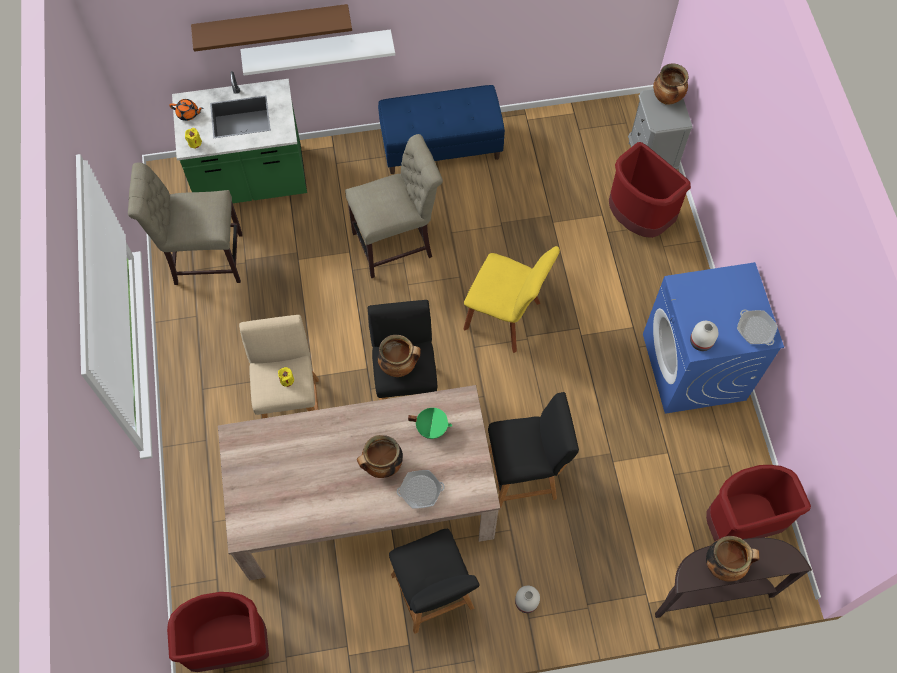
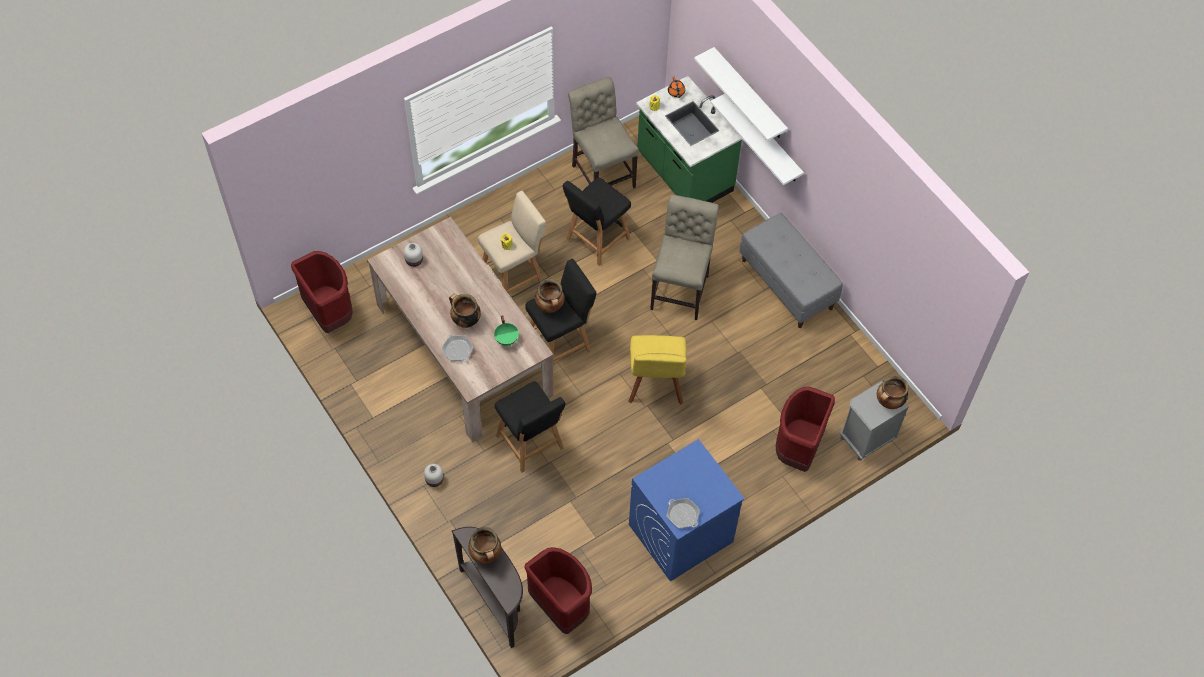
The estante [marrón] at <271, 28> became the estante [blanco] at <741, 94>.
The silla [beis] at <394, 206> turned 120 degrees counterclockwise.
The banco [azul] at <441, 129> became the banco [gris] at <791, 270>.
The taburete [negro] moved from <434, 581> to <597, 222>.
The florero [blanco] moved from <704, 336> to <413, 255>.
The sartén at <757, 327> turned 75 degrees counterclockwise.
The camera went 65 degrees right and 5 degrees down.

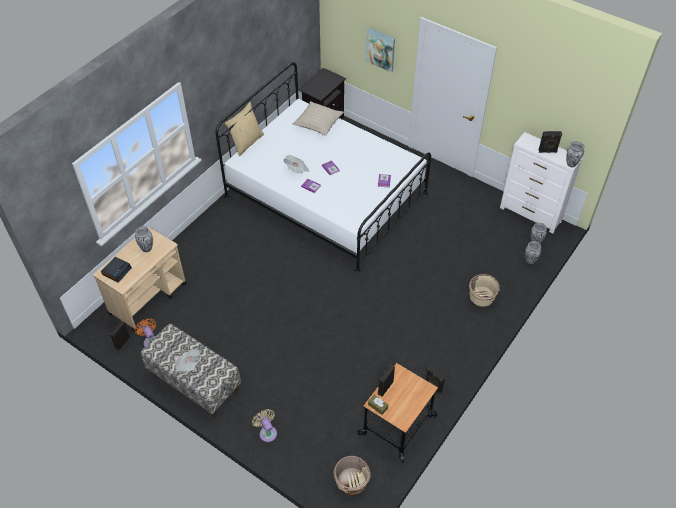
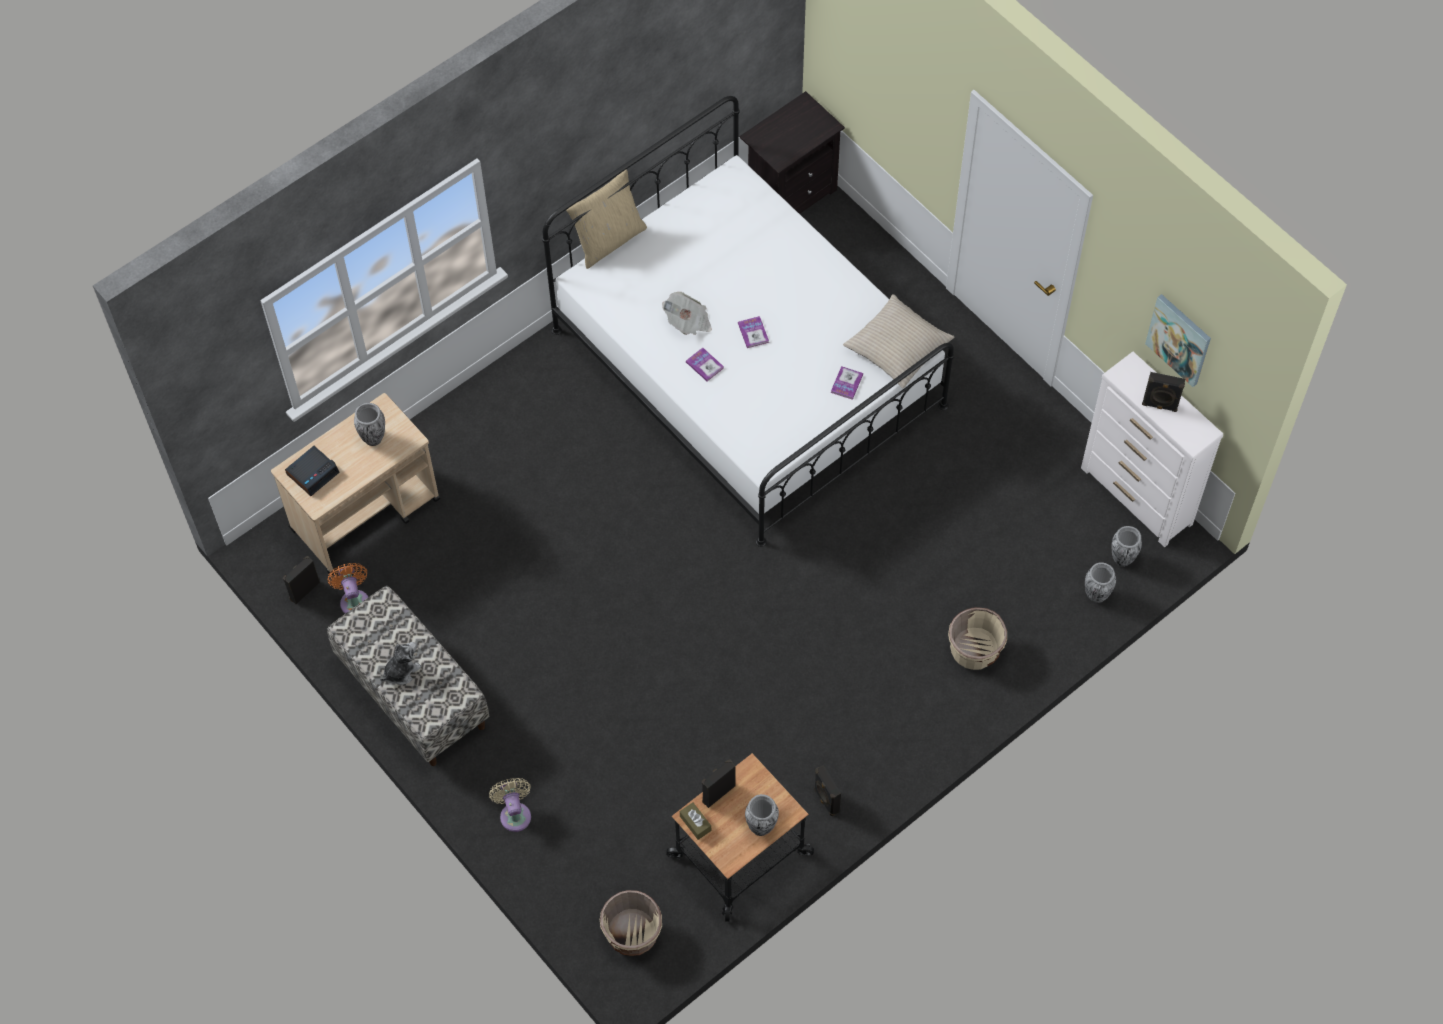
The periódico at <188, 361> was replaced by the peluche at <401, 663>.
The cojín [beis] moved from <318, 118> to <898, 341>.
The cuadro moved from <380, 50> to <1178, 340>.
The florero moved from <575, 154> to <762, 815>.
The camera went 15 degrees right and 10 degrees up.

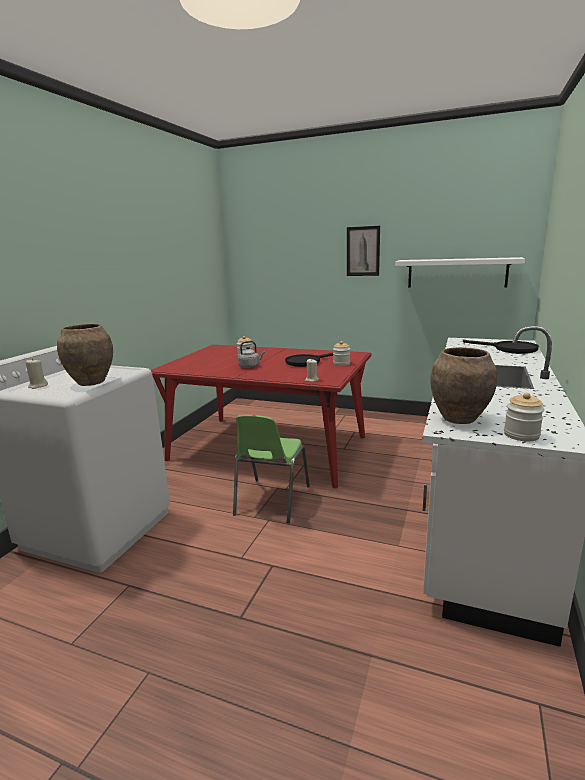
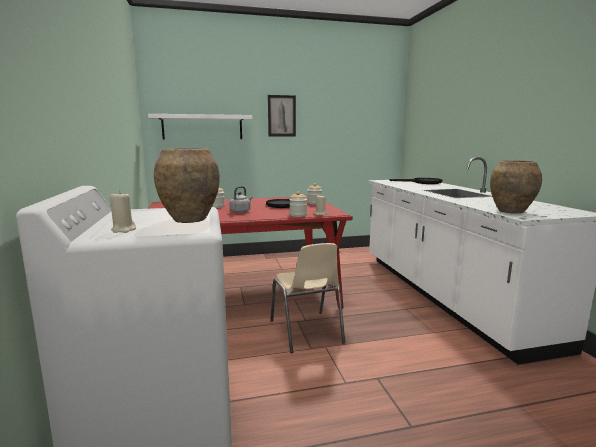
The silla [verde] at <271, 469> became the silla [beis] at <308, 298>.
The estante [blanco] moved from <460, 272> to <200, 126>.
The tarro moved from <524, 417> to <298, 204>.
The camera went 35 degrees left and 5 degrees down.

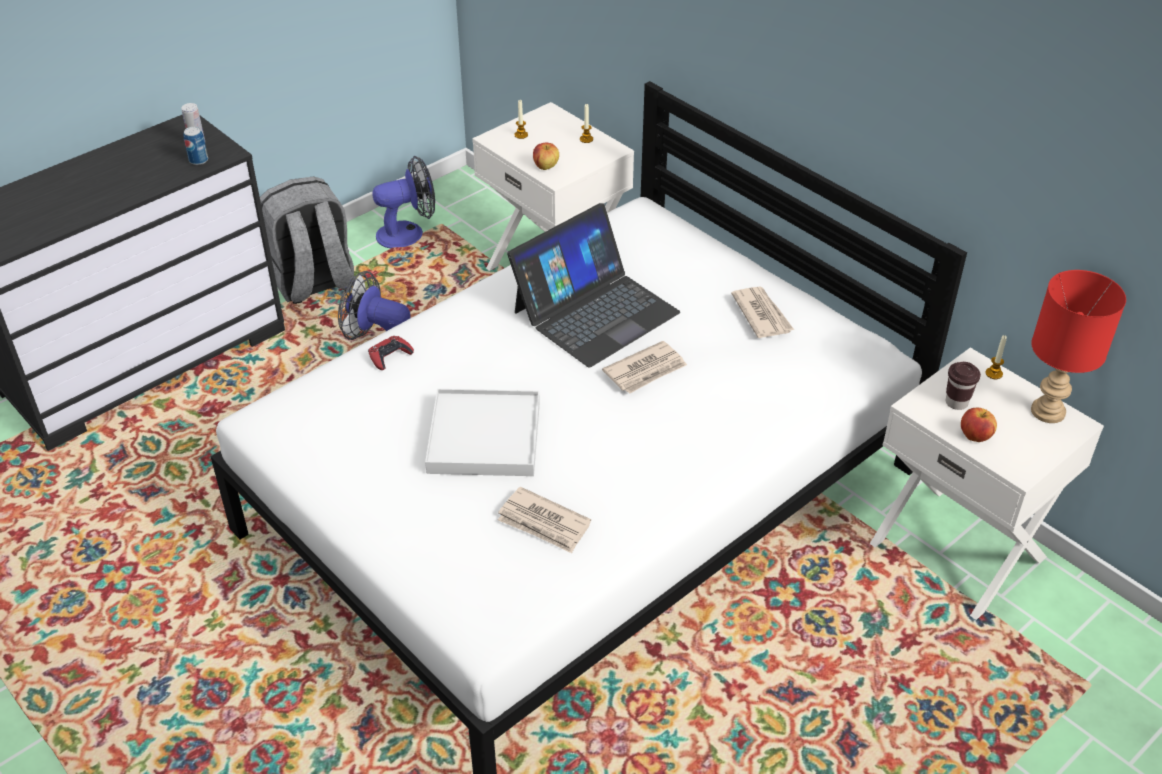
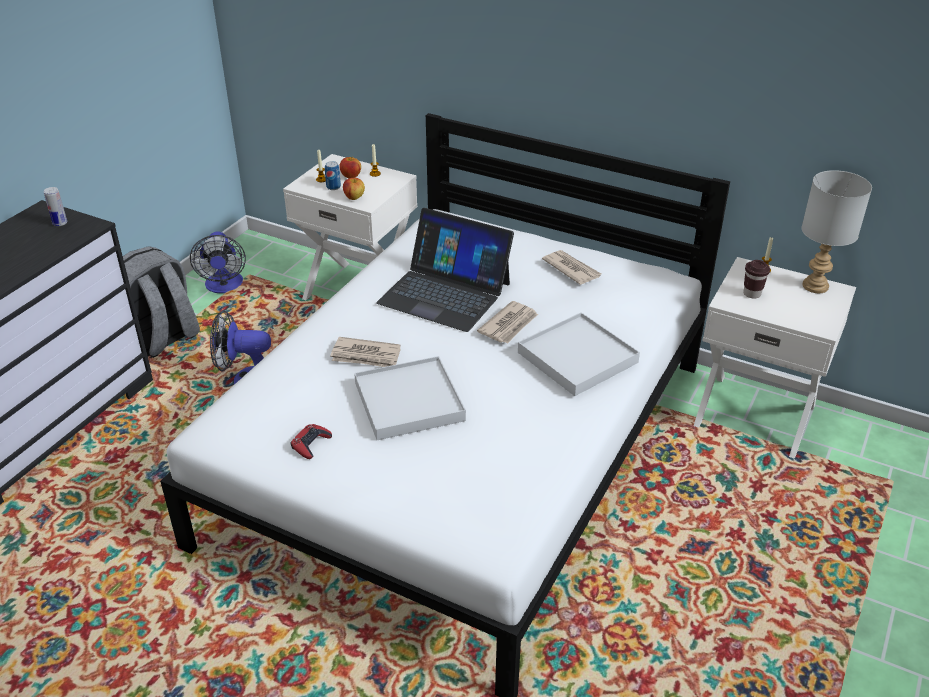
The lata moved from <195, 146> to <333, 175>.
The mando de consola [rojo] moved from <391, 353> to <311, 441>.
The ventilador at <403, 202> turned 120 degrees clockwise.
The periódico moved from <544, 520> to <365, 352>.
The portátil at <593, 285> turned 90 degrees clockwise.
The manzana moved from <979, 425> to <350, 167>.
The lámpara de mesa [rojo] at <1078, 346> became the lámpara de mesa [gris] at <836, 231>.
The bandeja [blanco] at <579, 354> appeared.
The camera went 20 degrees left and 5 degrees down.

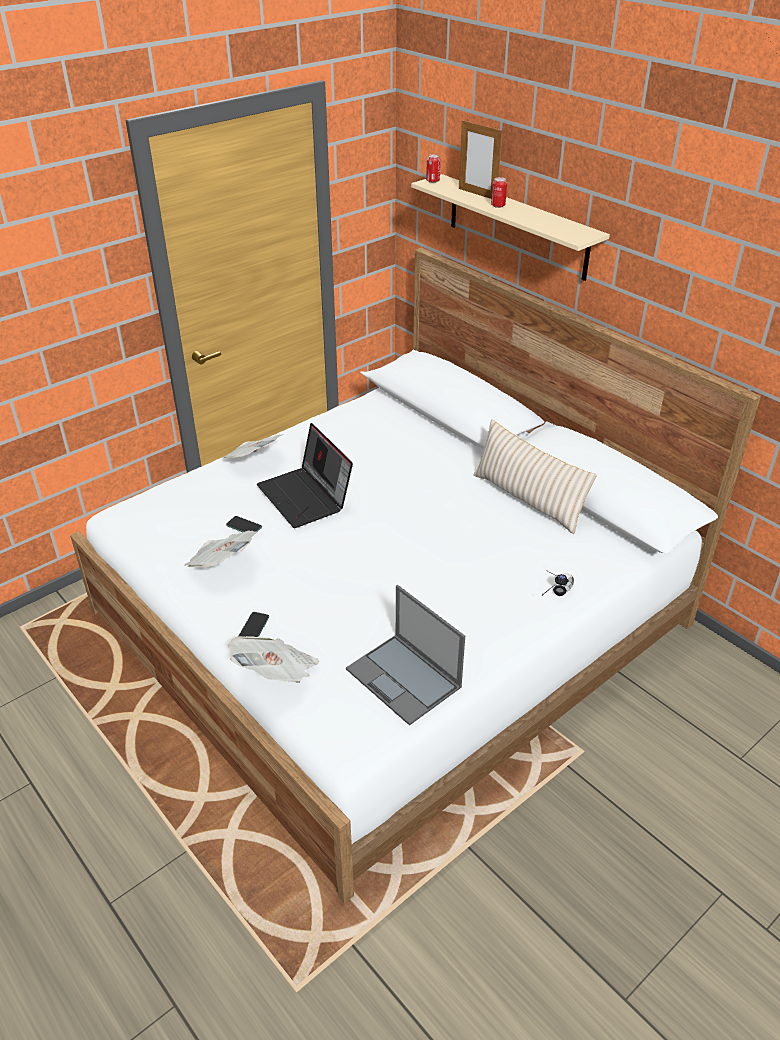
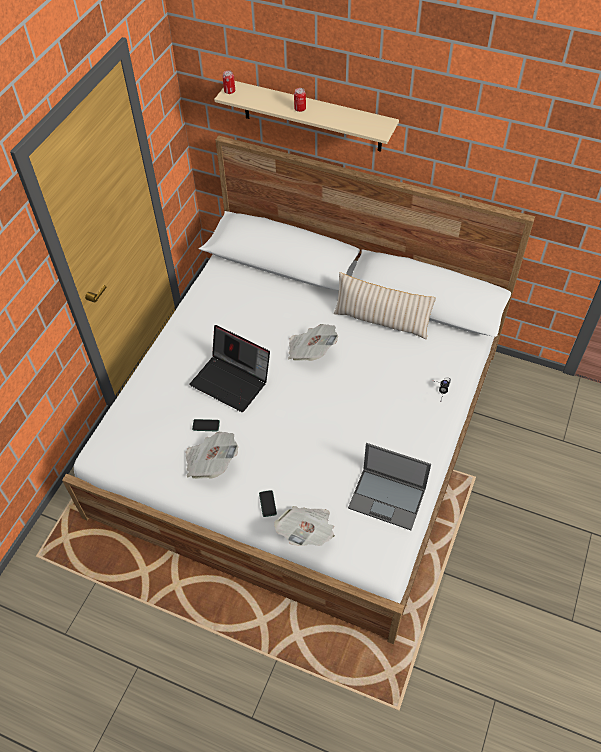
The periódico moved from <253, 446> to <313, 342>.
The portarretratos at <480, 159> disappeared.
The camera went 25 degrees left and 15 degrees up.

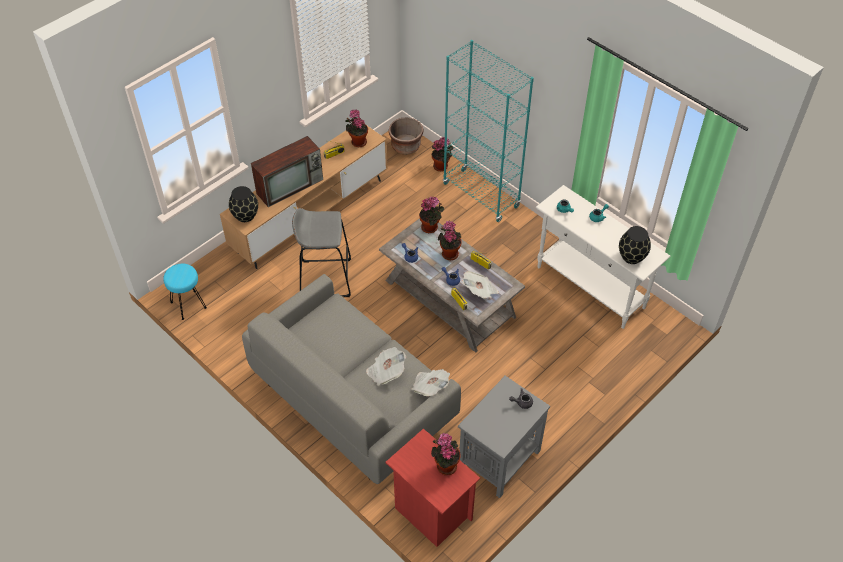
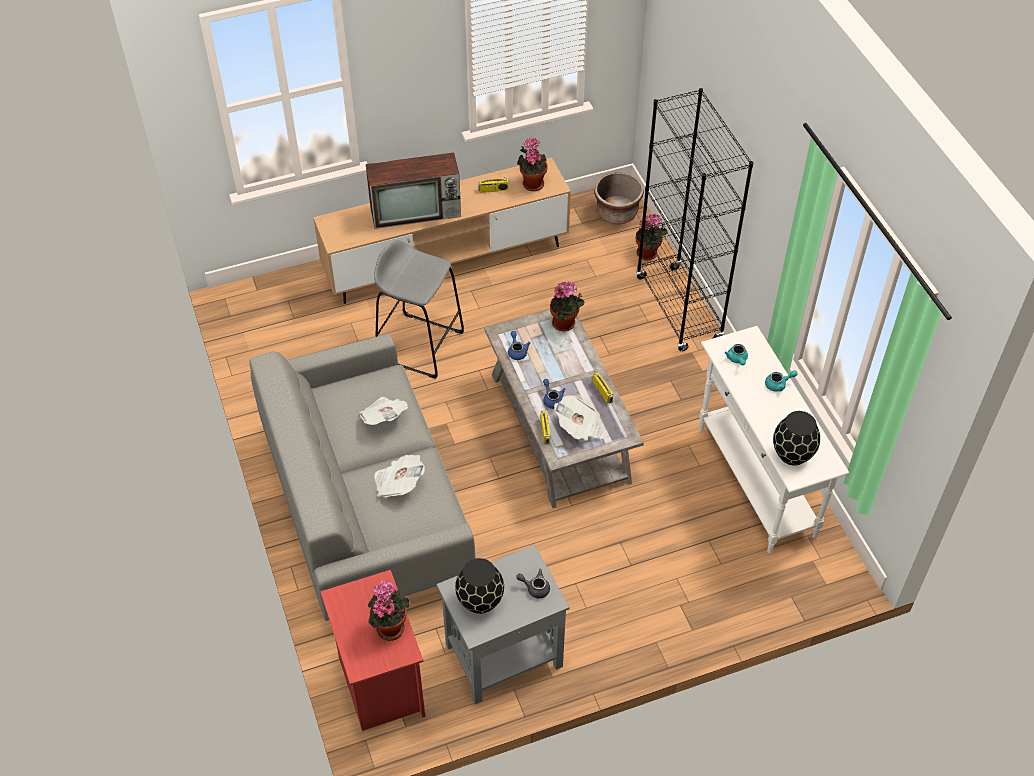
The taburete [turquesa] at <185, 292> disappeared.
The florero [negro] moved from <243, 204> to <479, 586>.
The periódico moved from <430, 382> to <383, 411>.
The planta en maceta at <450, 240> disappeared.
The estantería [turquesa] at <488, 131> became the estantería [negro] at <695, 220>.
The camera went 25 degrees right and 0 degrees up.

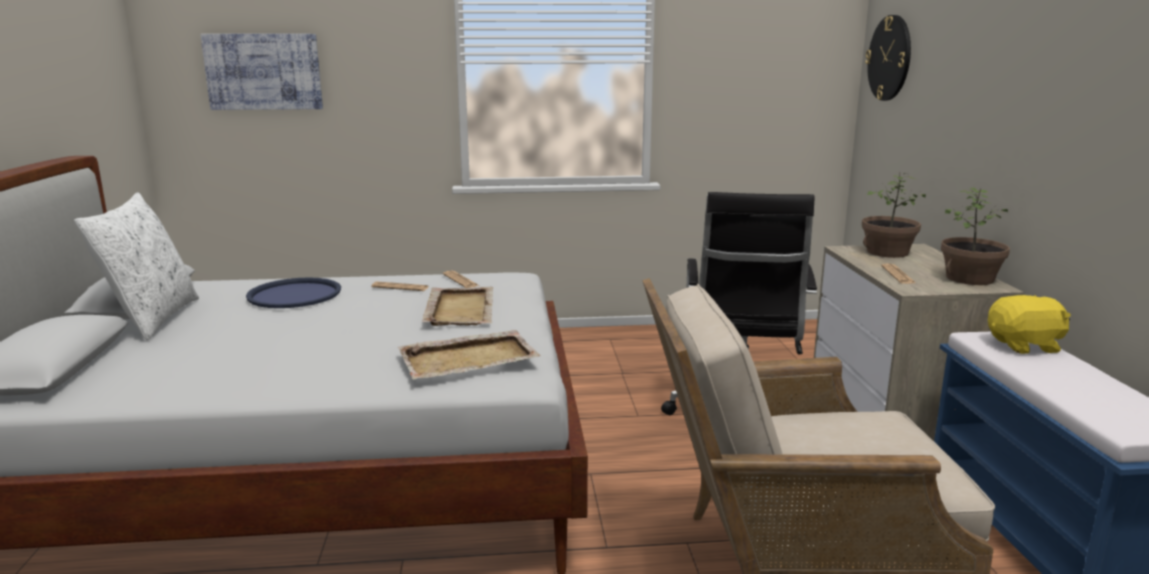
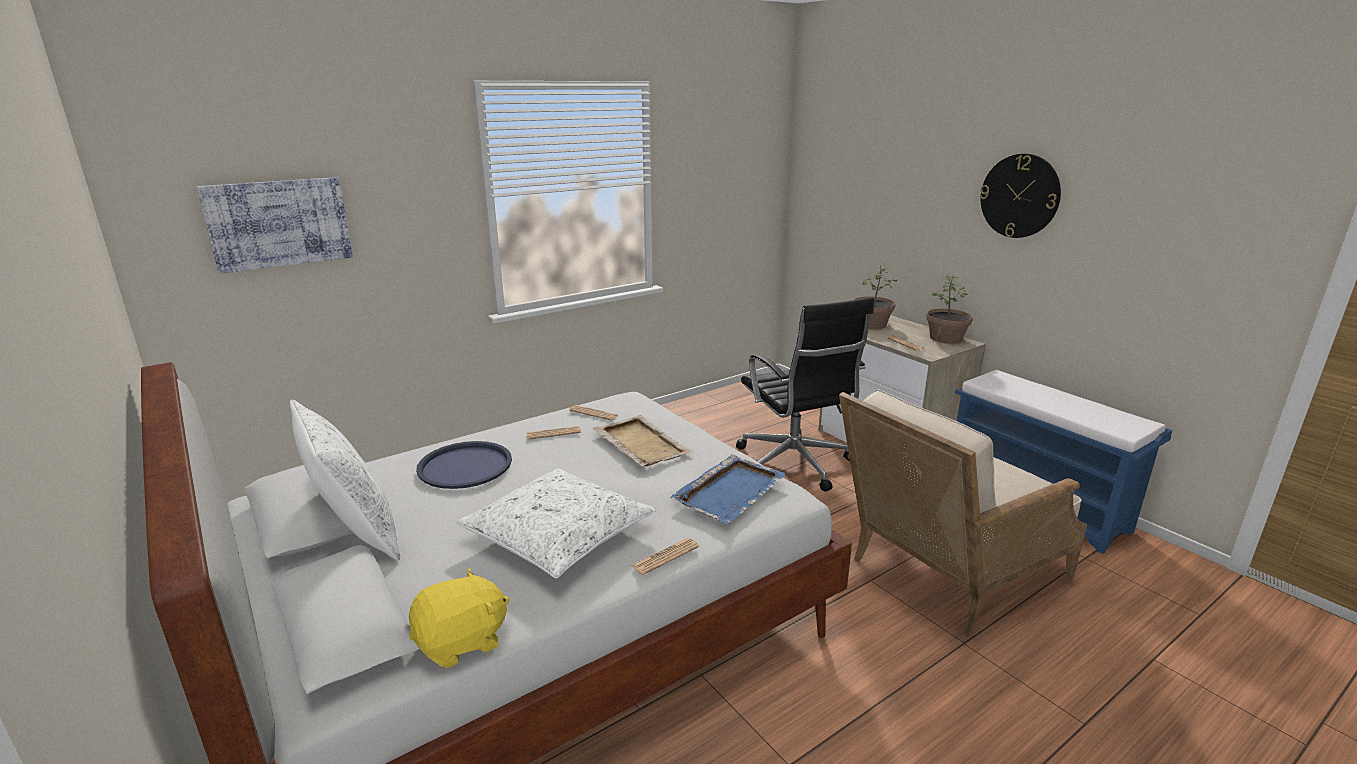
The bandeja [beis] at <469, 355> became the bandeja [azul] at <728, 489>.
The reloj de pared moved from <888, 58> to <1020, 196>.
The peluche [amarillo] moved from <1029, 324> to <459, 618>.
The cojín [blanco] at <556, 523> appeared.
The periódico at <665, 556> appeared.
The camera went 30 degrees left and 5 degrees up.

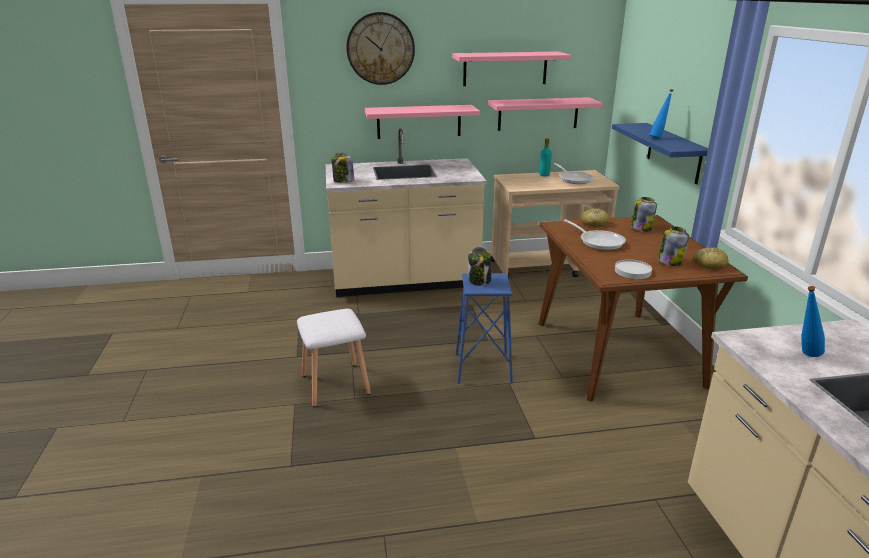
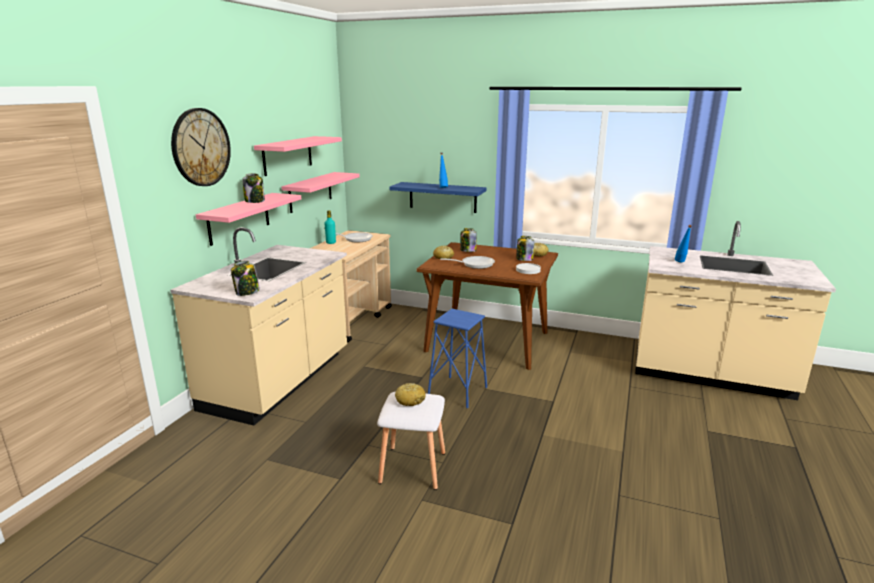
The tarro moved from <479, 266> to <253, 188>.
The pan at <410, 394> appeared.
The camera went 60 degrees left and 5 degrees down.

